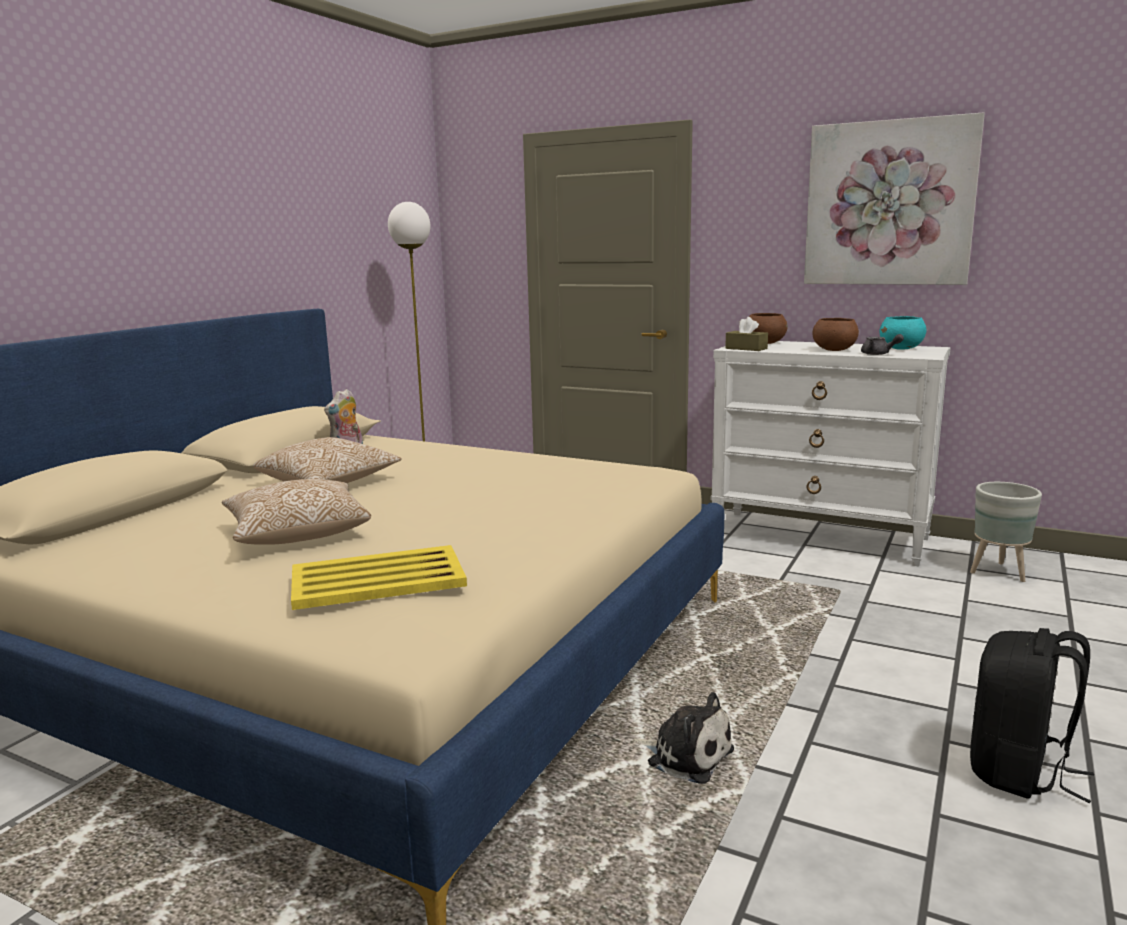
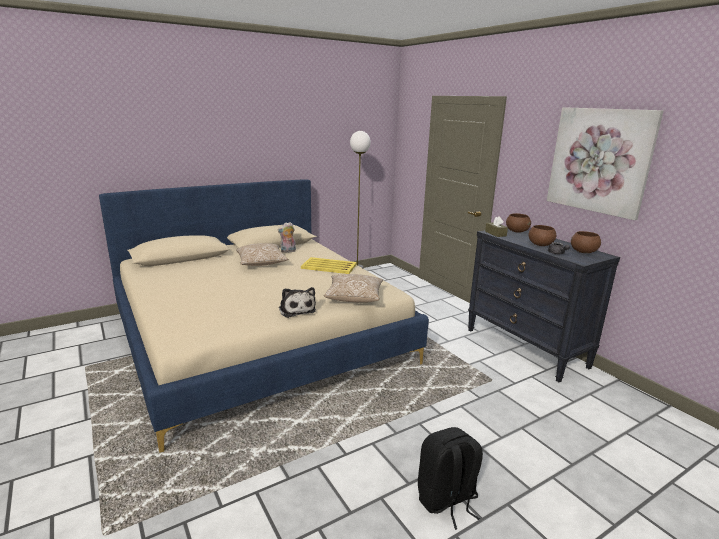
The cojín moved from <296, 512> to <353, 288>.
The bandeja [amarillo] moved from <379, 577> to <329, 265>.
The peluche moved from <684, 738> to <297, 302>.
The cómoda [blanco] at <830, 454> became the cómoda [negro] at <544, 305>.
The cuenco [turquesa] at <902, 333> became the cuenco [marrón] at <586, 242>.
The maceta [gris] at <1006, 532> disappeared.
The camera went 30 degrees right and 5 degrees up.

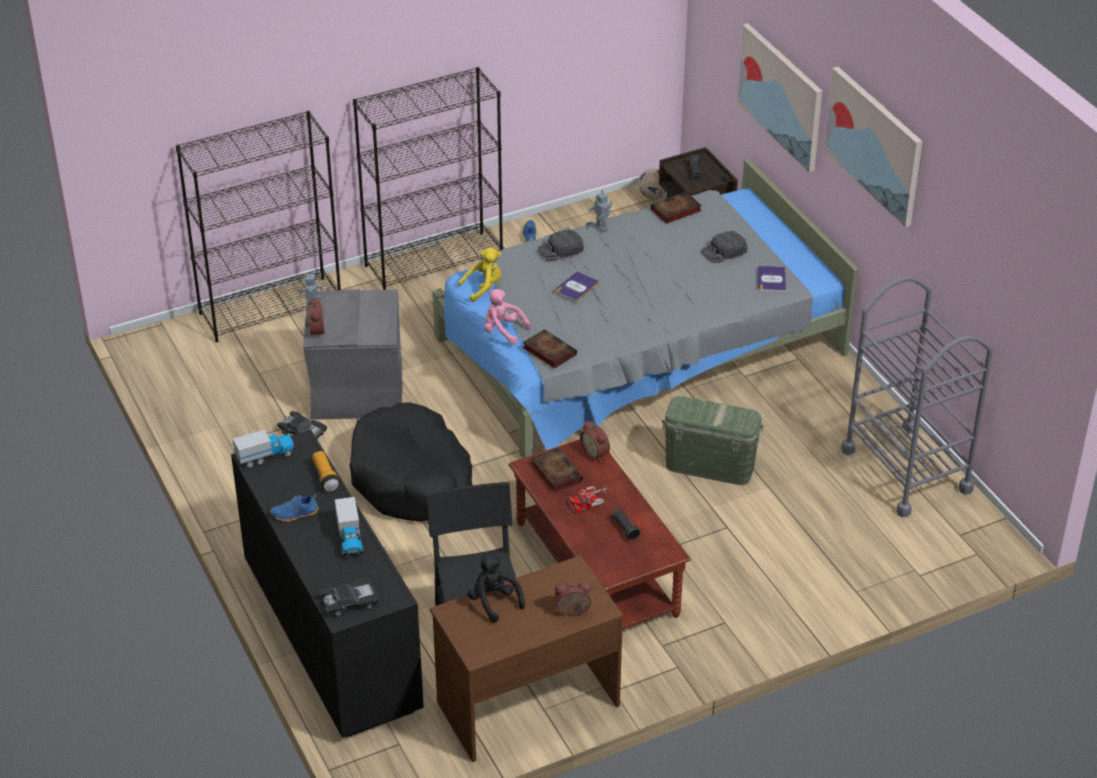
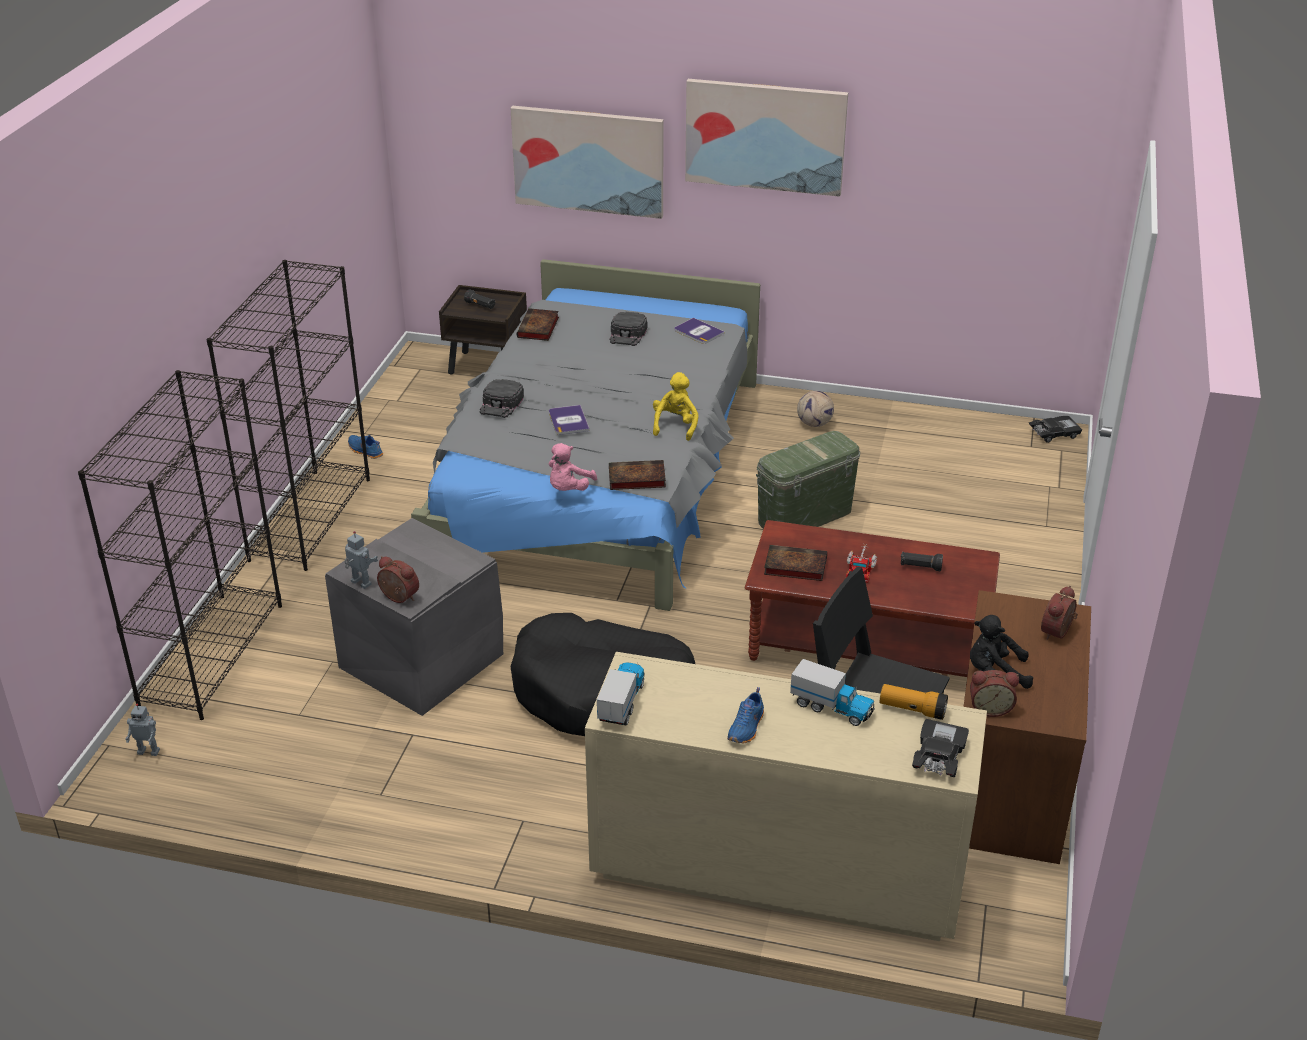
The cómoda [negro] at <327, 584> became the cómoda [beis] at <786, 796>.
The coche de juguete [negro] moved from <302, 425> to <1055, 429>.
The linterna moved from <326, 471> to <914, 702>.
The peluche [amarillo] moved from <479, 275> to <675, 406>.
The peluche [rosa] at <507, 317> turned 45 degrees counterclockwise.
The despertador moved from <595, 441> to <994, 693>.
The robot de juguete moved from <600, 211> to <142, 729>.
The balón de fútbol moved from <652, 184> to <815, 409>.
The carrito [gris] at <917, 396> disappeared.
The camera went 50 degrees left and 5 degrees down.

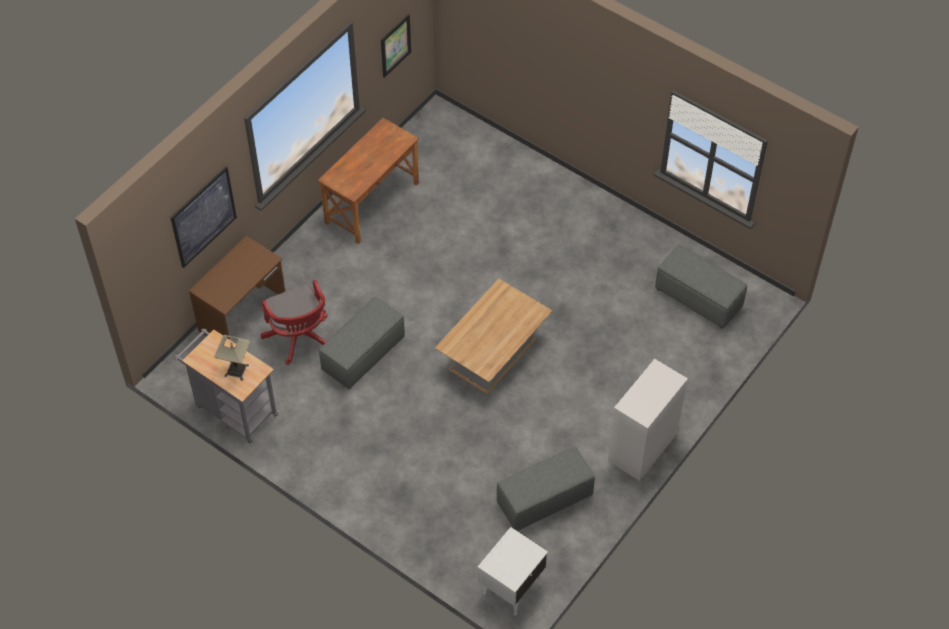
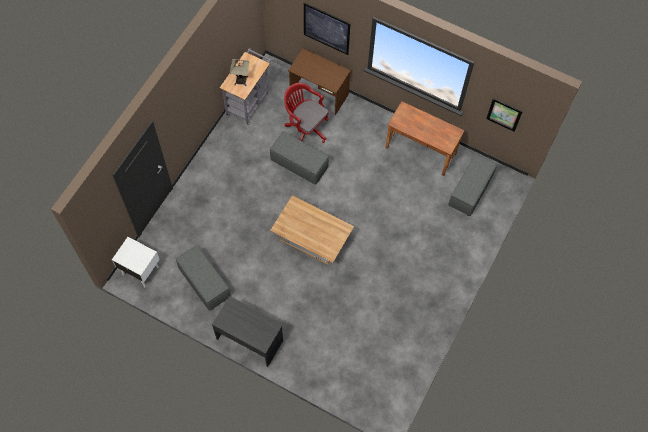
The silla de oficina [rojo] at <294, 322> turned 75 degrees clockwise.
The cómoda [blanco] at <648, 420> was replaced by the escritorio [gris] at <247, 331>.
The puf [gris] moved from <701, 287> to <472, 185>.
The camera went 80 degrees right and 10 degrees up.

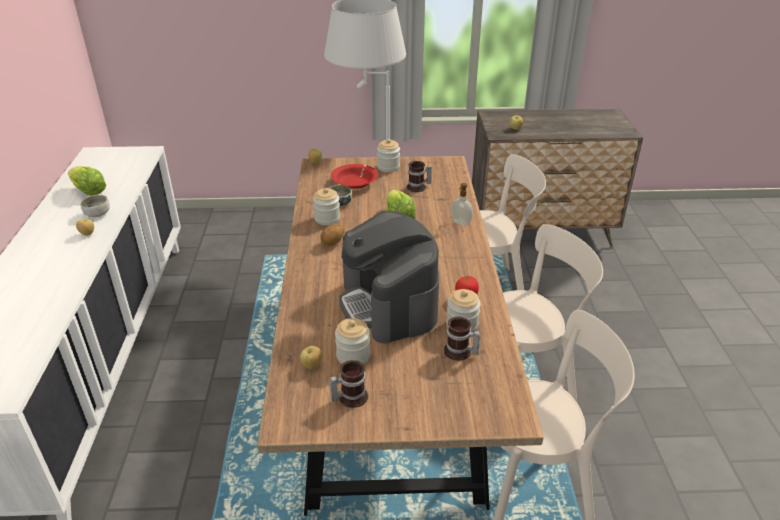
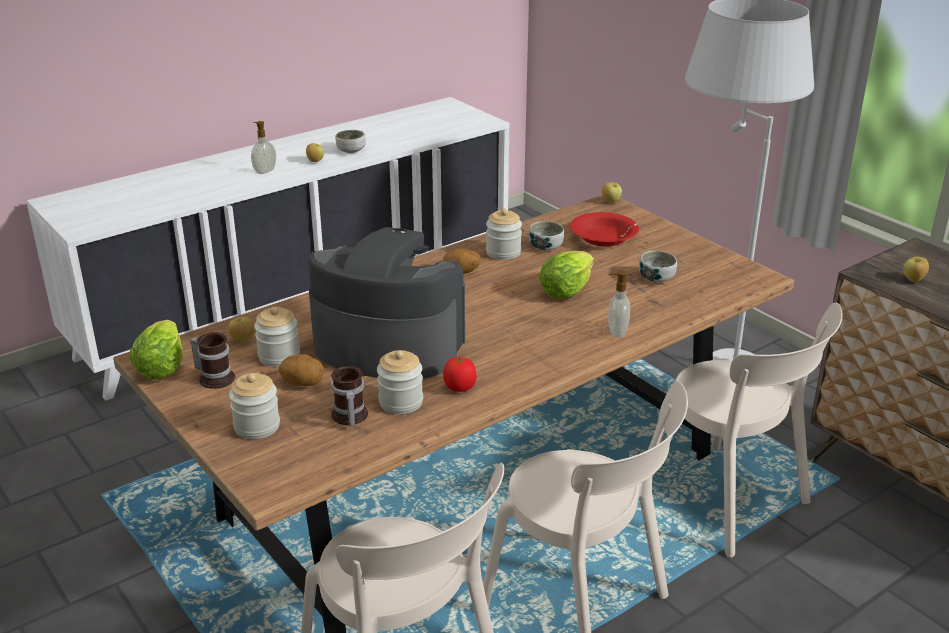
The lechuga moved from <87, 181> to <156, 350>.
The cafetera at <389, 277> turned 75 degrees clockwise.
The tarro moved from <388, 155> to <254, 406>.
The taza grande at <419, 176> was replaced by the cuenco at <658, 266>.
The dispensador de jabón at <263, 147> appeared.
The patata at <301, 370> appeared.
The camera went 55 degrees right and 5 degrees down.

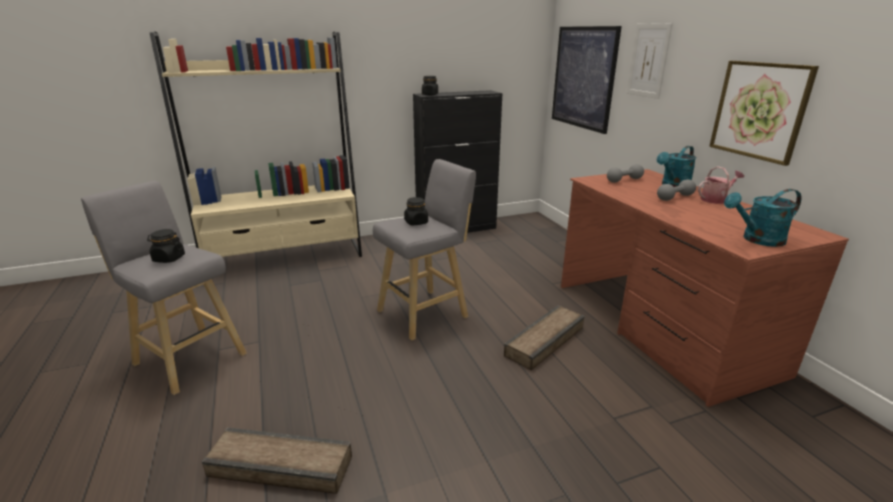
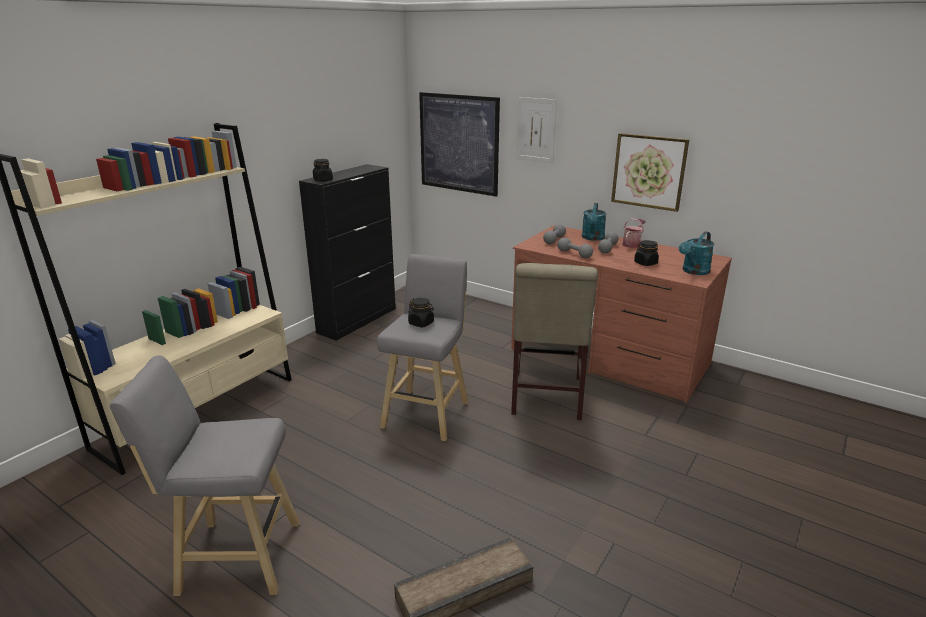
The tarro [negro] moved from <166, 246> to <646, 253>.
The caja de embalaje at <544, 337> was replaced by the silla [beis] at <554, 341>.
The mancuerna [gris] at <575, 248> appeared.
The camera went 35 degrees left and 0 degrees up.

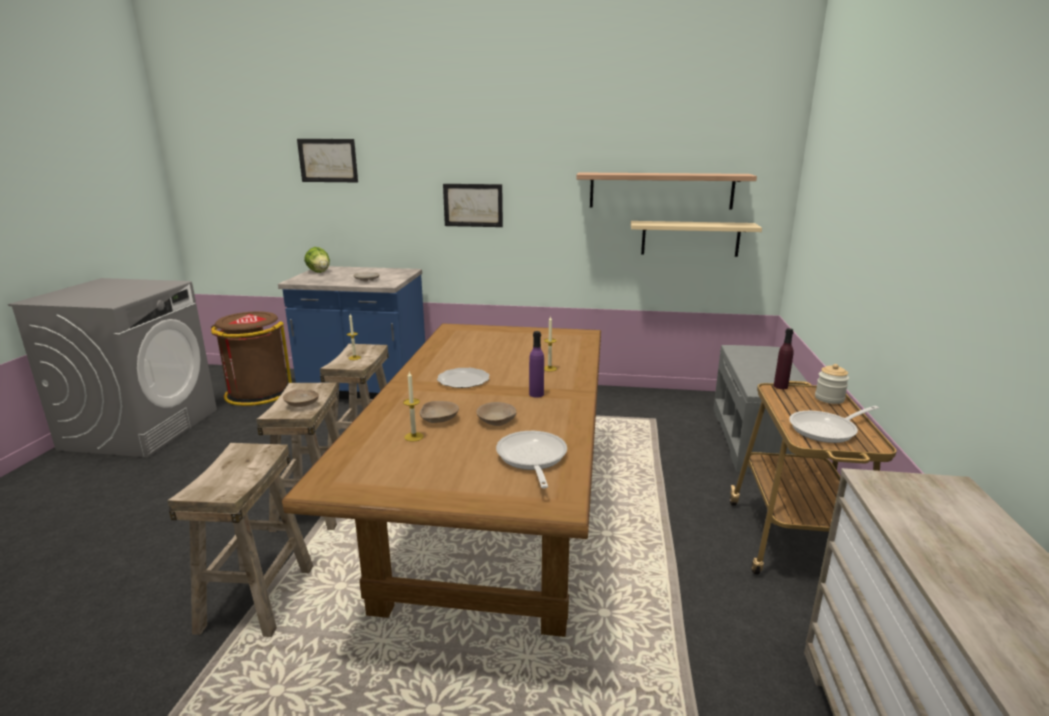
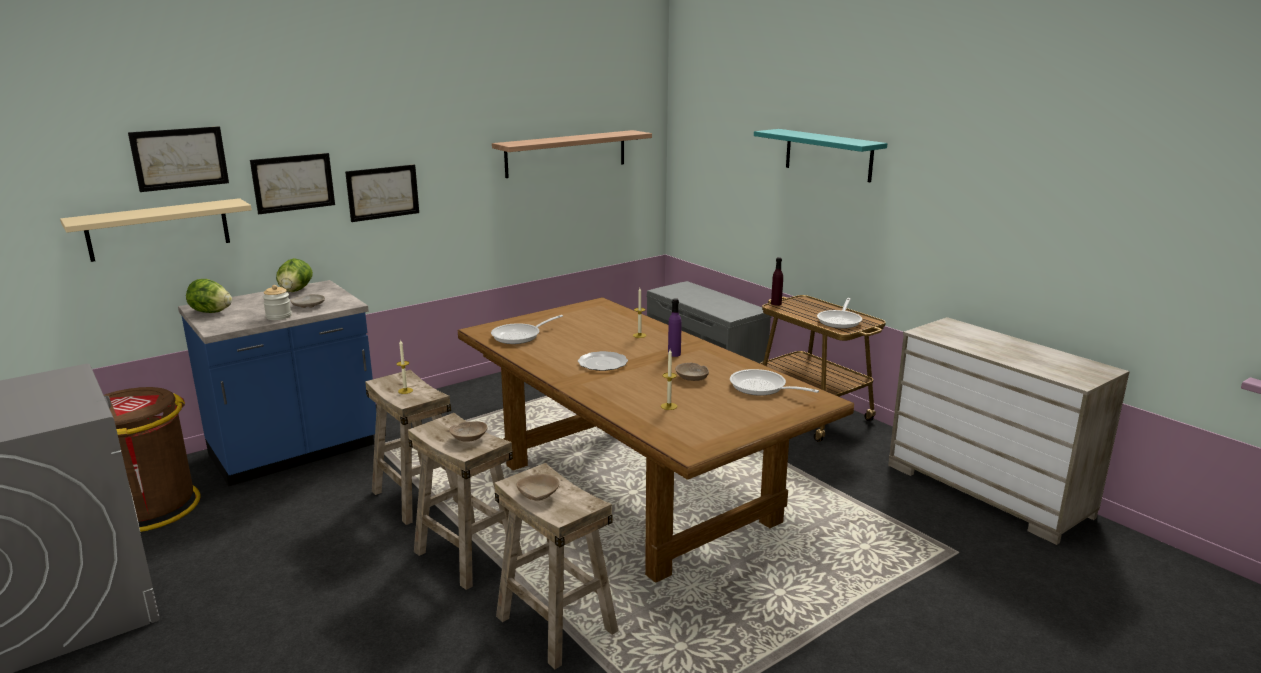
The cuenco [beis] moved from <439, 412> to <538, 487>.
The estante [beis] moved from <696, 239> to <156, 230>.
The tarro moved from <832, 384> to <277, 302>.
The cuadro at <292, 183> appeared.
The lechuga at <294, 275> appeared.
The sartén at <527, 329> appeared.
The estante [turquesa] at <821, 155> appeared.
The camera went 45 degrees left and 0 degrees up.

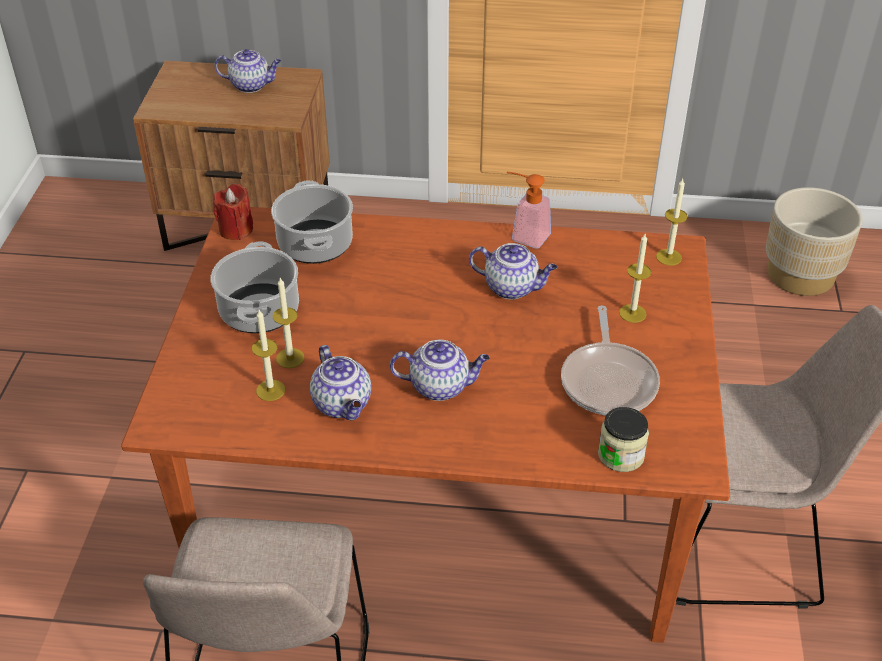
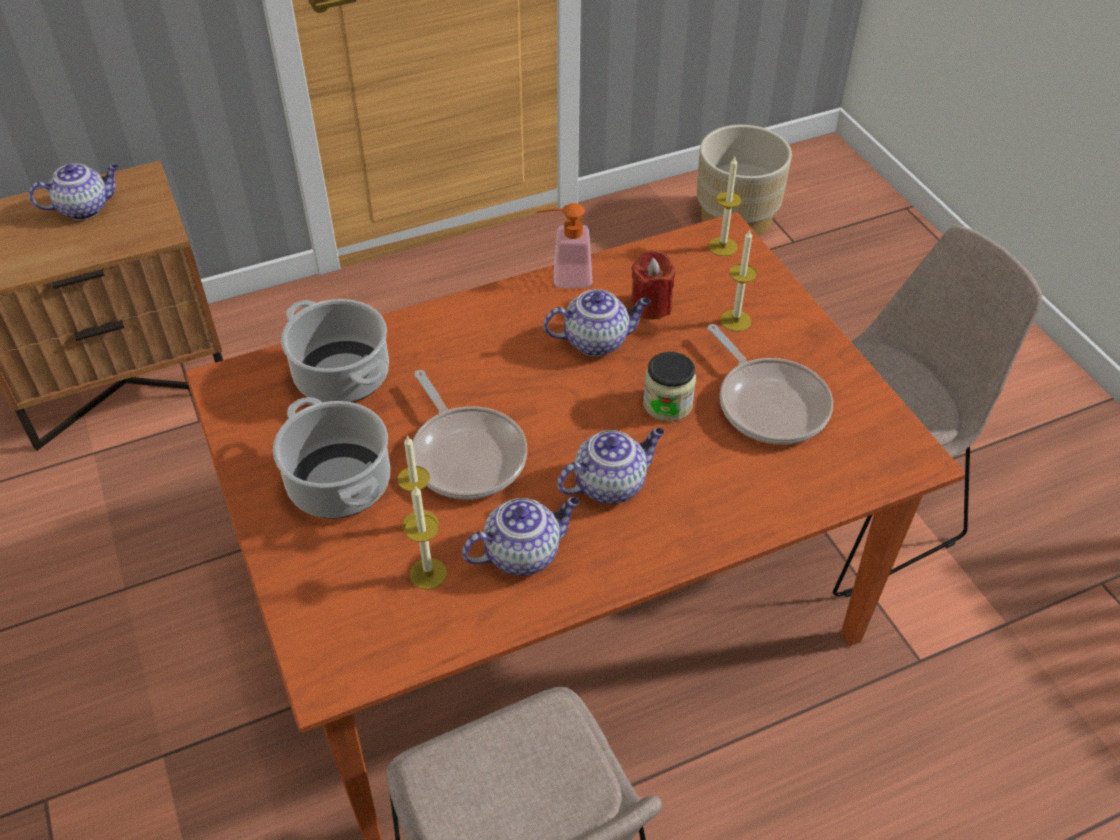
The vela [rojo] moved from <233, 212> to <653, 285>.
The tetera at <340, 382> turned 60 degrees counterclockwise.
The tarro moved from <623, 439> to <669, 387>.
The sartén at <469, 434> appeared.
The camera went 30 degrees left and 5 degrees up.

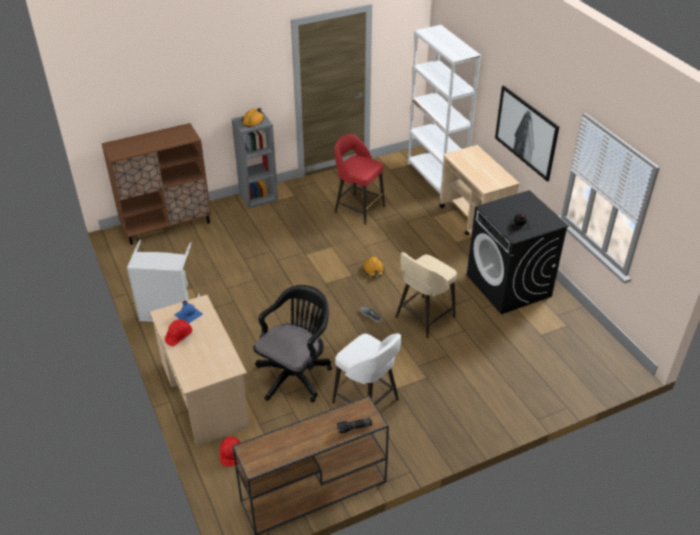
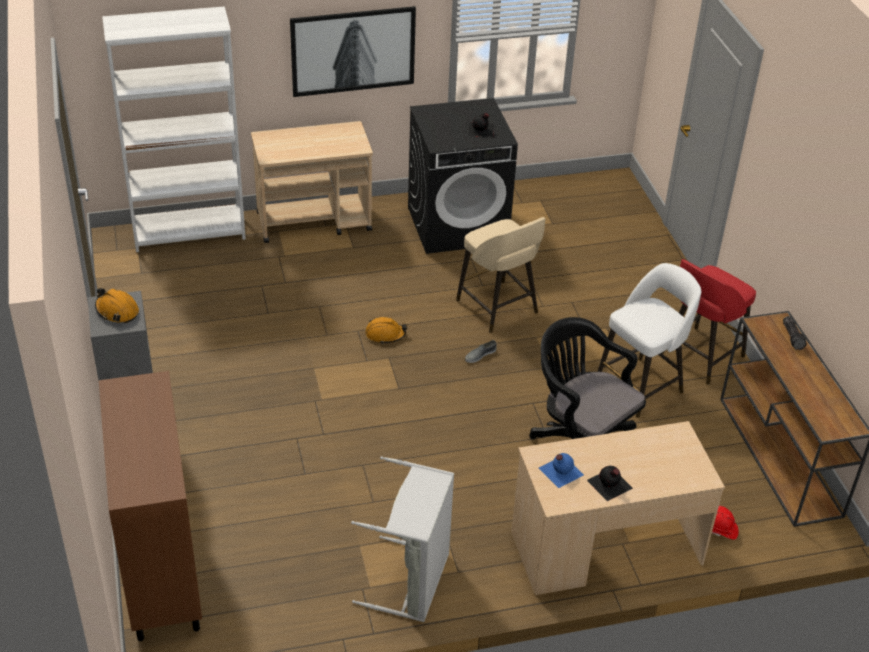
The casco [rojo] at <178, 332> was replaced by the botella [negro] at <610, 483>.
The taburete [rojo] moved from <359, 179> to <709, 322>.
The camera went 80 degrees left and 0 degrees up.

